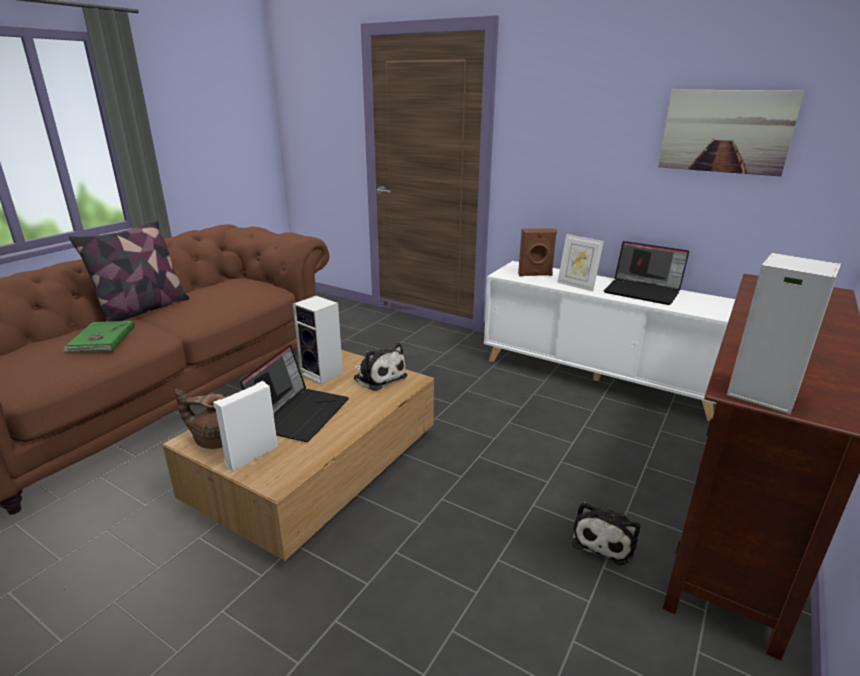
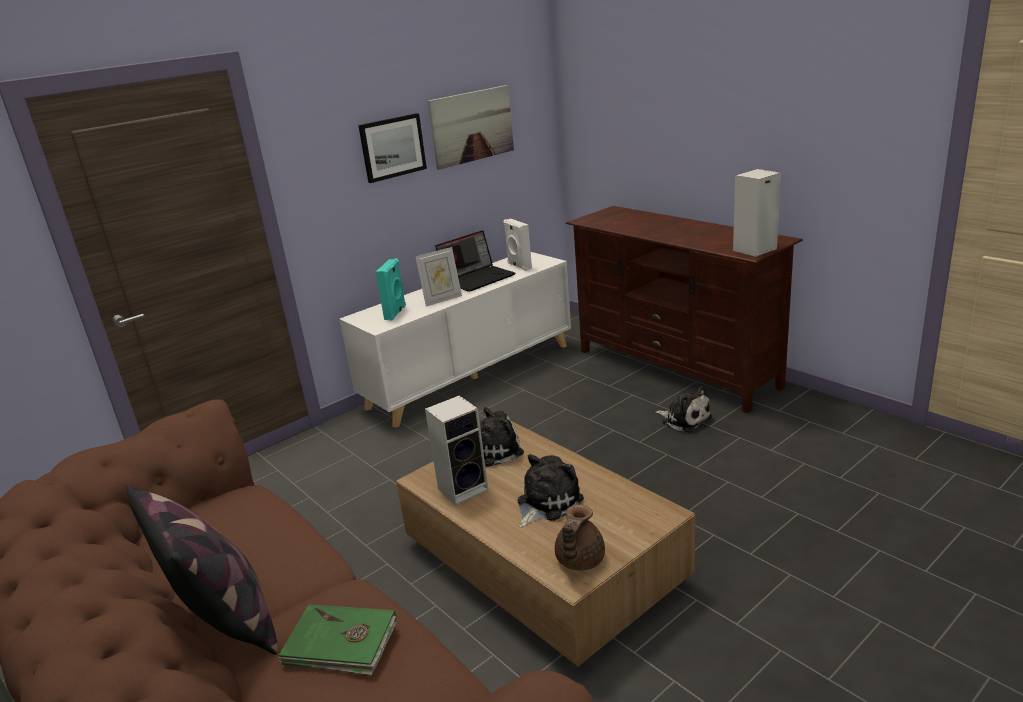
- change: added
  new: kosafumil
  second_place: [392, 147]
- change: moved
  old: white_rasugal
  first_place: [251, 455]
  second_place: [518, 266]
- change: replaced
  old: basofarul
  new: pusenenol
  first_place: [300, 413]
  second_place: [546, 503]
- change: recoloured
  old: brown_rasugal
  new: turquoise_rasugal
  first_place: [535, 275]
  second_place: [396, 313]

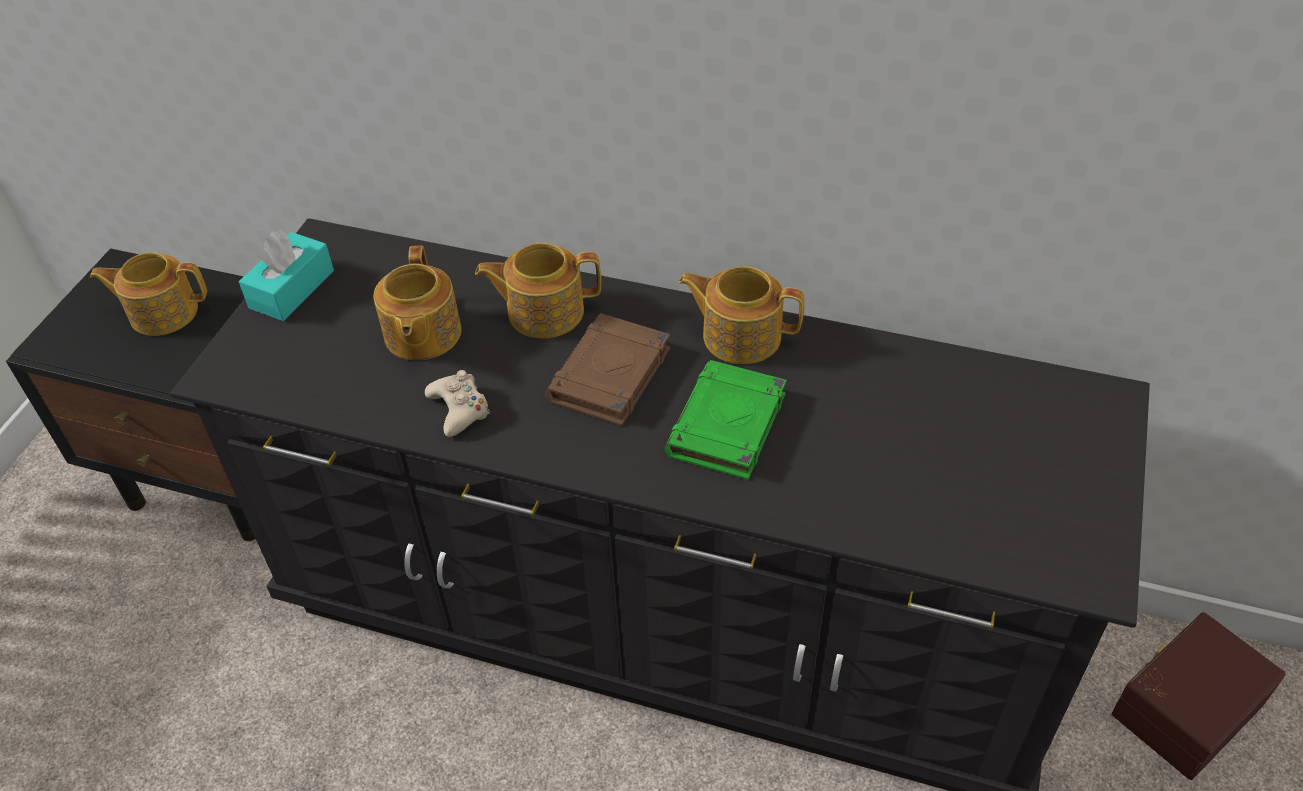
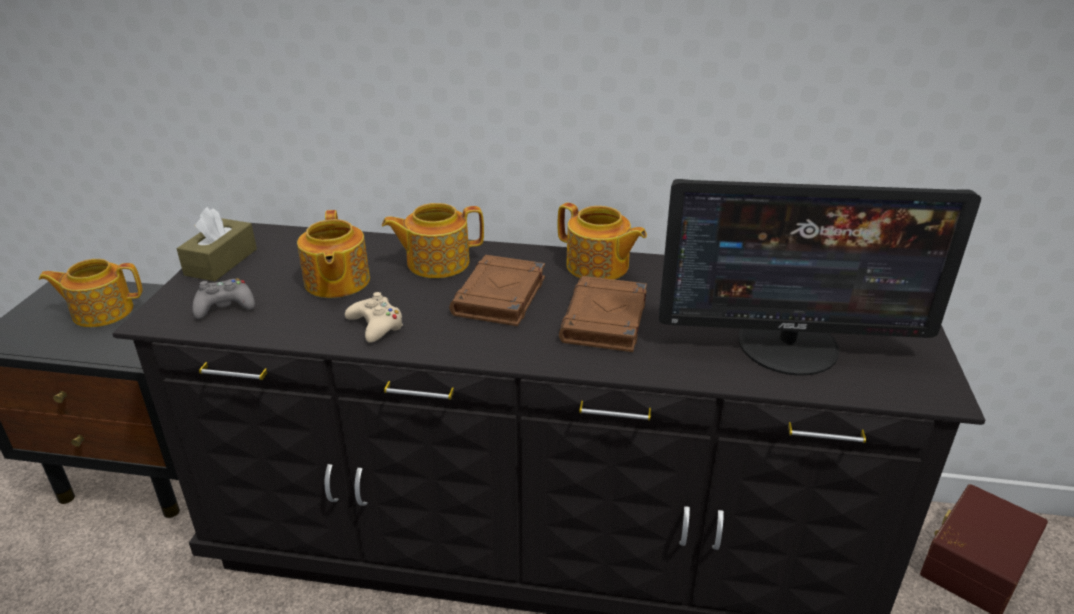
- change: added
  new: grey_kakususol
  second_place: [225, 306]
- change: added
  new: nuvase
  second_place: [789, 345]
- change: recoloured
  old: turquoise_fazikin
  new: brown_fazikin
  first_place: [292, 289]
  second_place: [221, 262]
- change: recoloured
  old: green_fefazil
  new: brown_fefazil
  first_place: [727, 426]
  second_place: [604, 321]
- change: turned
  old: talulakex
  first_place: [740, 335]
  second_place: [598, 267]
  degrees: -150

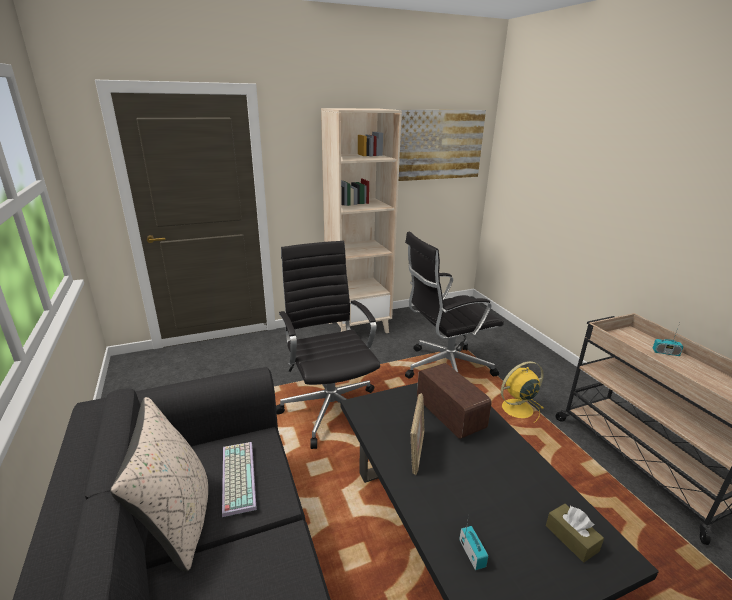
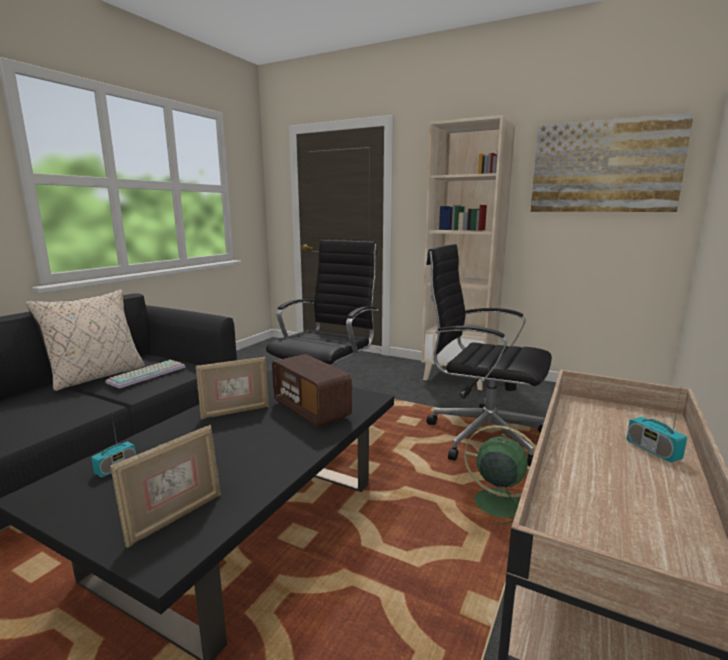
- change: replaced
  old: brown_fazikin
  new: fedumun
  first_place: [571, 538]
  second_place: [175, 517]
- change: recoloured
  old: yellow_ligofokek
  new: green_ligofokek
  first_place: [516, 409]
  second_place: [495, 503]
- change: turned
  old: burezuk
  first_place: [449, 415]
  second_place: [311, 410]
  degrees: 120

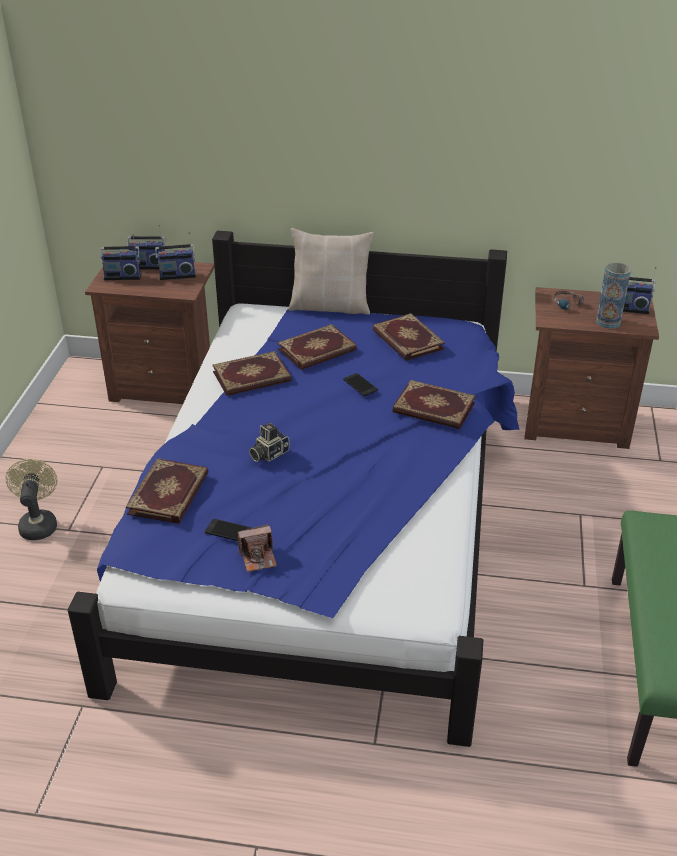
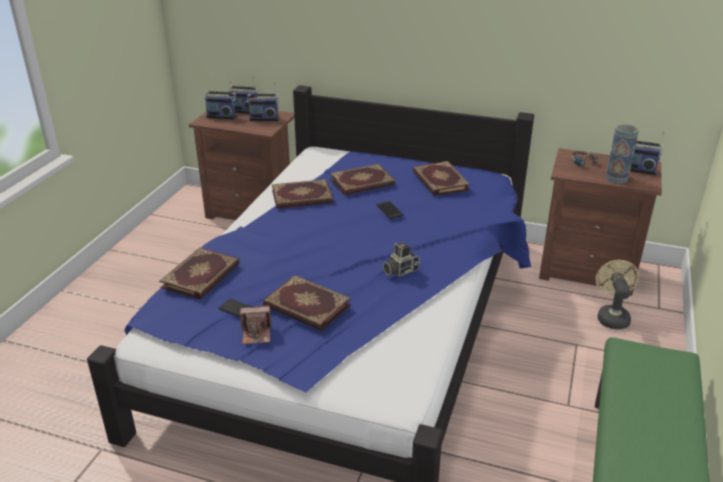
- change: removed
  old: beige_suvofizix
  first_place: [330, 306]
- change: moved
  old: beige_ligofokek
  first_place: [38, 523]
  second_place: [611, 316]
- change: moved
  old: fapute
  first_place: [268, 453]
  second_place: [399, 270]
- change: moved
  old: fefazil
  first_place: [433, 408]
  second_place: [306, 306]

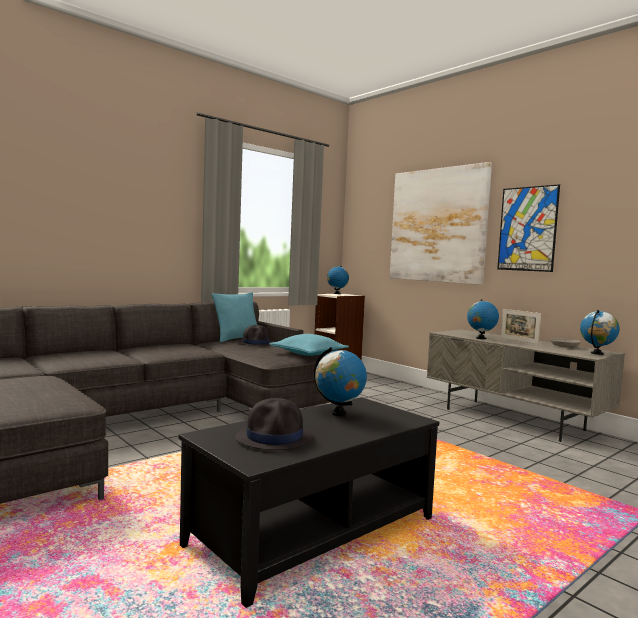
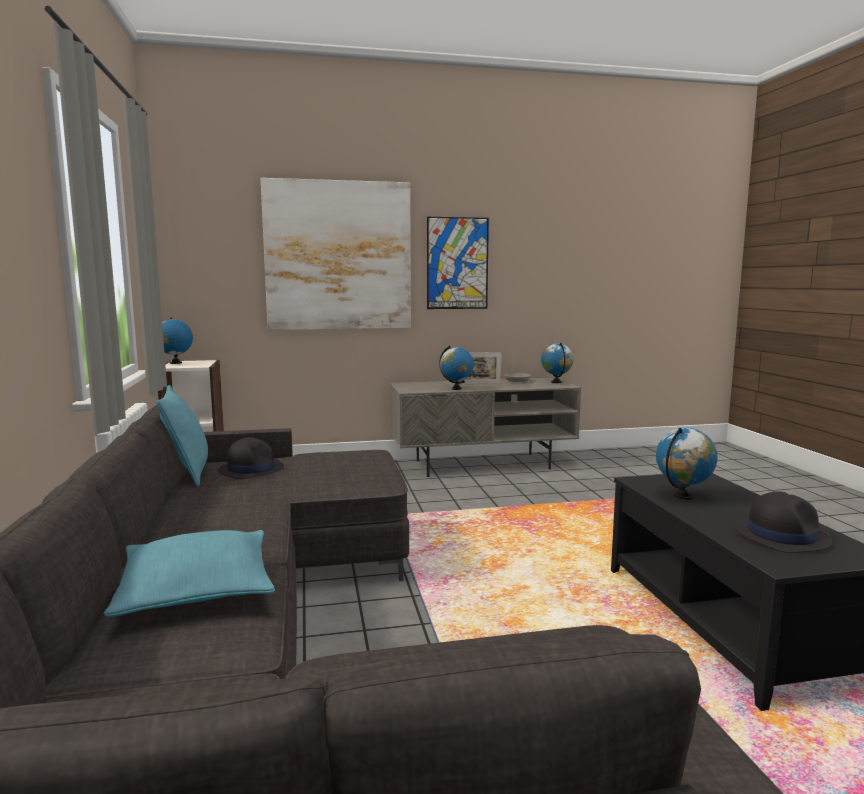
- change: moved
  old: turquoise_suvofizix
  first_place: [308, 354]
  second_place: [196, 589]

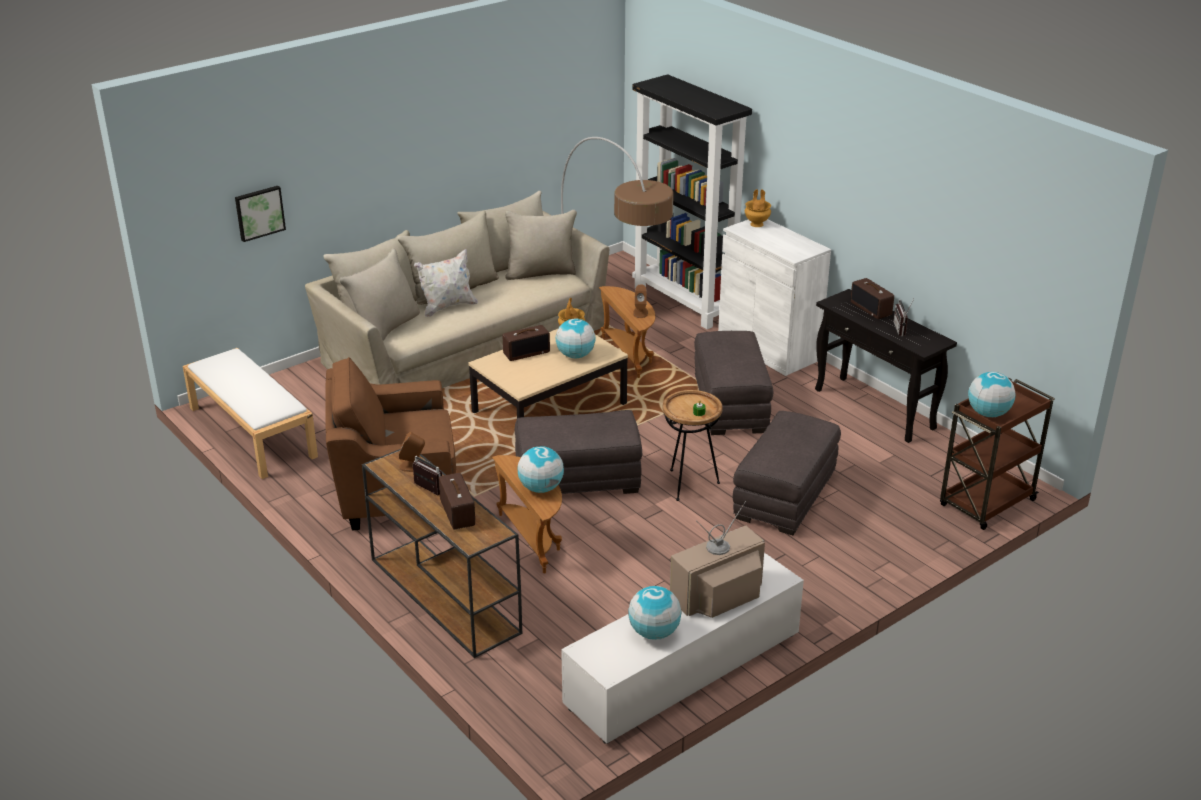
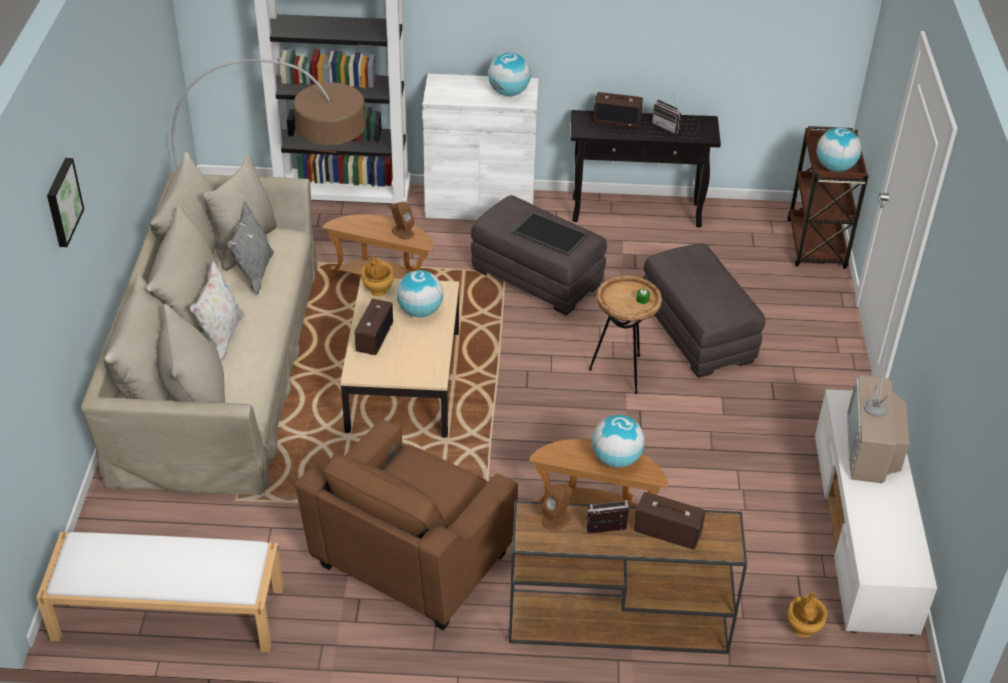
- change: removed
  old: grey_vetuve
  first_place: [577, 480]
- change: added
  new: grey_suvofizix
  second_place: [254, 274]
- change: added
  new: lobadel
  second_place: [548, 234]
- change: moved
  old: kosafumil
  first_place: [259, 212]
  second_place: [62, 202]
- change: moved
  old: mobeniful
  first_place: [654, 632]
  second_place: [509, 92]
- change: moved
  old: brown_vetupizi
  first_place: [757, 224]
  second_place: [803, 629]

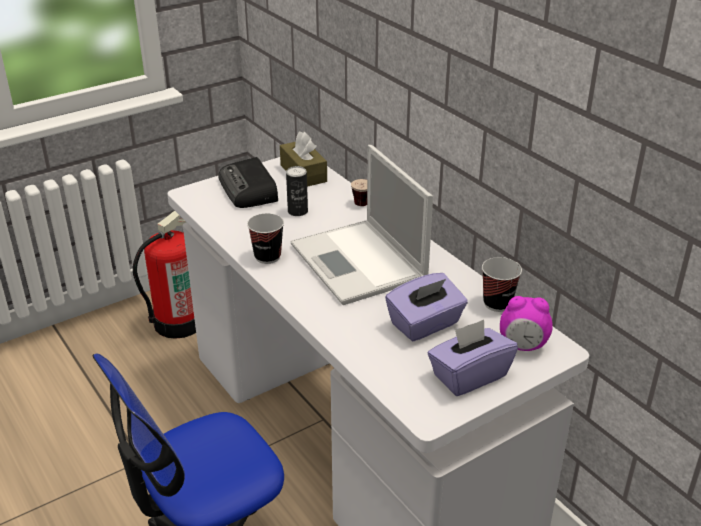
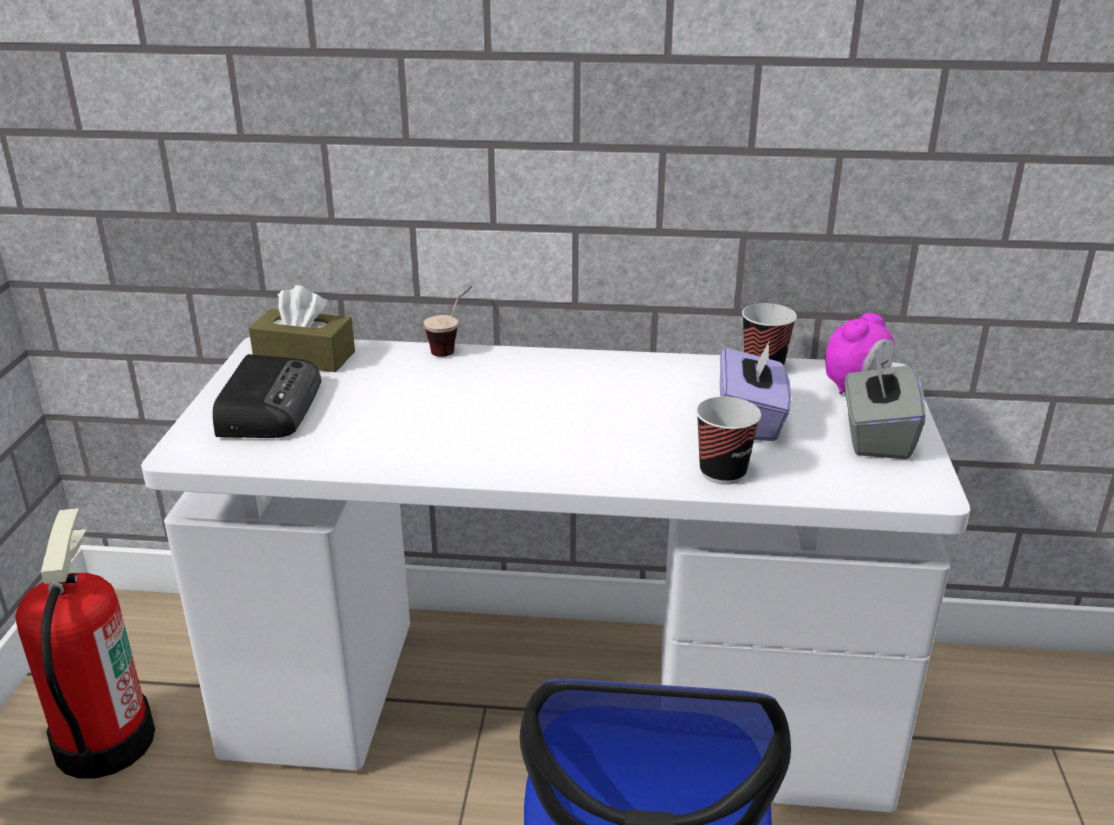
- change: removed
  old: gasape
  first_place: [297, 211]
- change: removed
  old: basofarul
  first_place: [359, 263]
- change: moved
  old: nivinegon
  first_place: [267, 257]
  second_place: [722, 473]
- change: recoloured
  old: purple_fazikin
  new: grey_fazikin
  first_place: [469, 376]
  second_place: [876, 437]
- change: turned
  old: burezuk
  first_place: [249, 190]
  second_place: [269, 406]
  degrees: -105

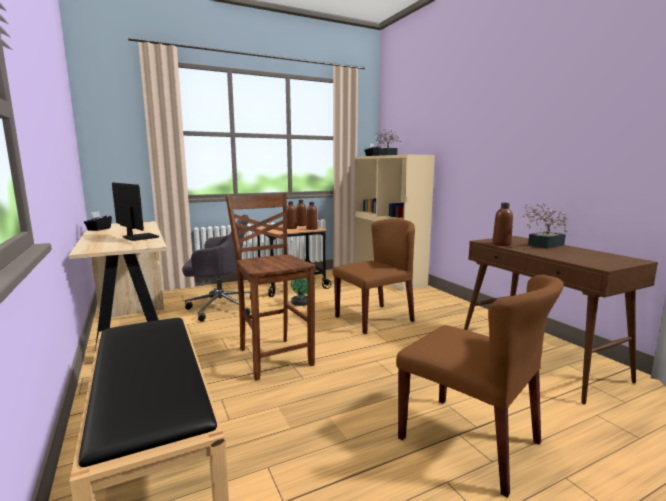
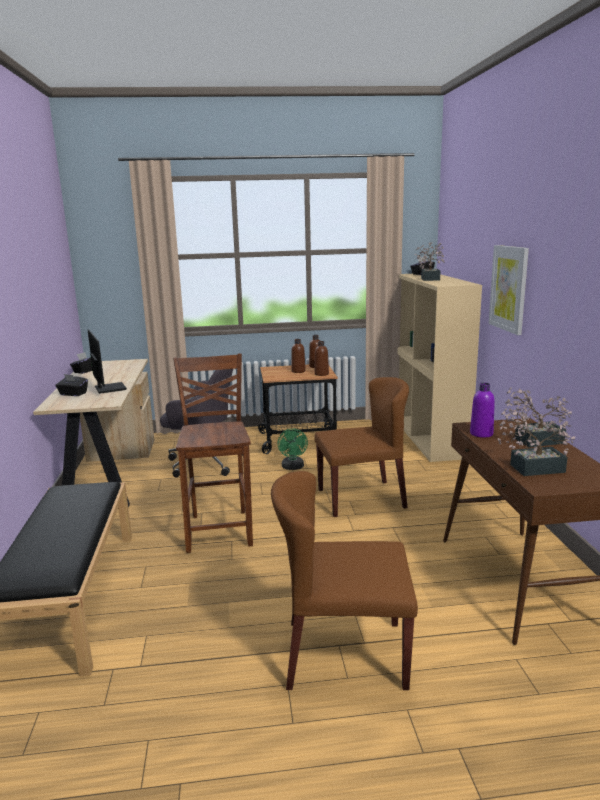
- change: added
  new: black_fazikin
  second_place: [73, 394]
- change: added
  new: kosafumil
  second_place: [509, 288]
- change: added
  new: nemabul
  second_place: [531, 468]
- change: recoloured
  old: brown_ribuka
  new: purple_ribuka
  first_place: [501, 244]
  second_place: [481, 434]
- change: turned
  old: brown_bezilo
  first_place: [470, 440]
  second_place: [344, 654]
  degrees: 120

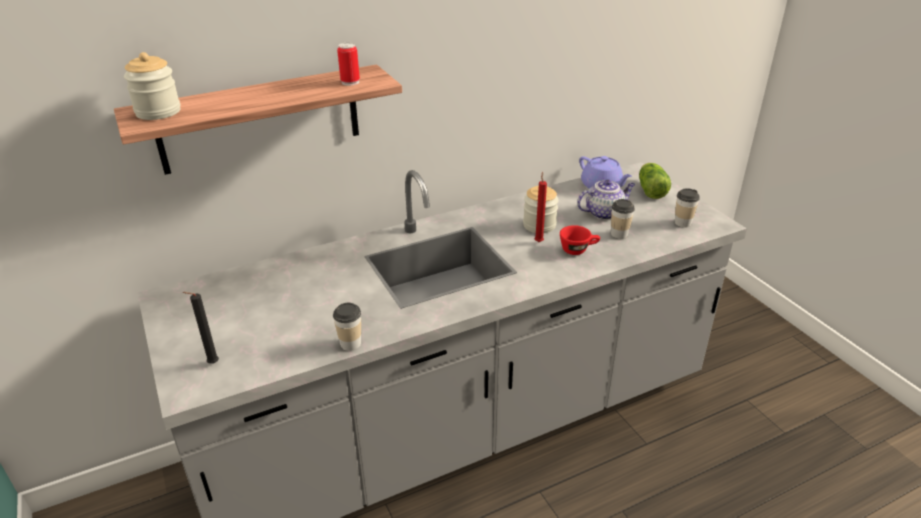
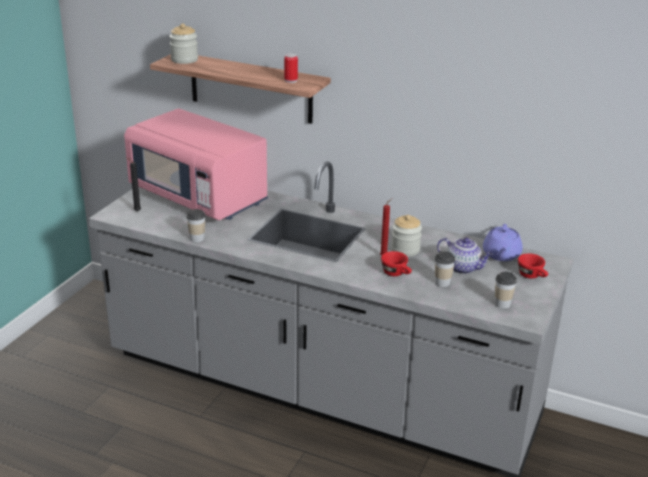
- change: added
  new: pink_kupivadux
  second_place: [199, 197]
- change: replaced
  old: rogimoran
  new: red_nivinegon
  first_place: [651, 190]
  second_place: [532, 276]

